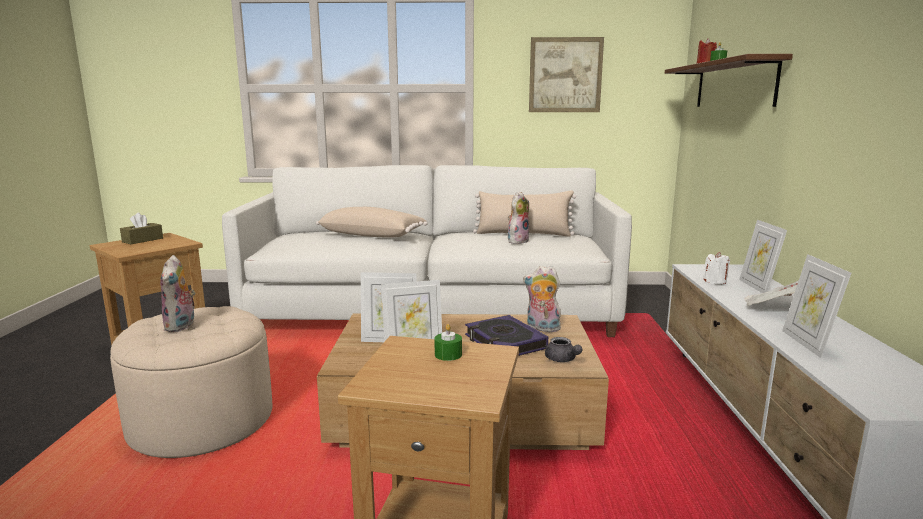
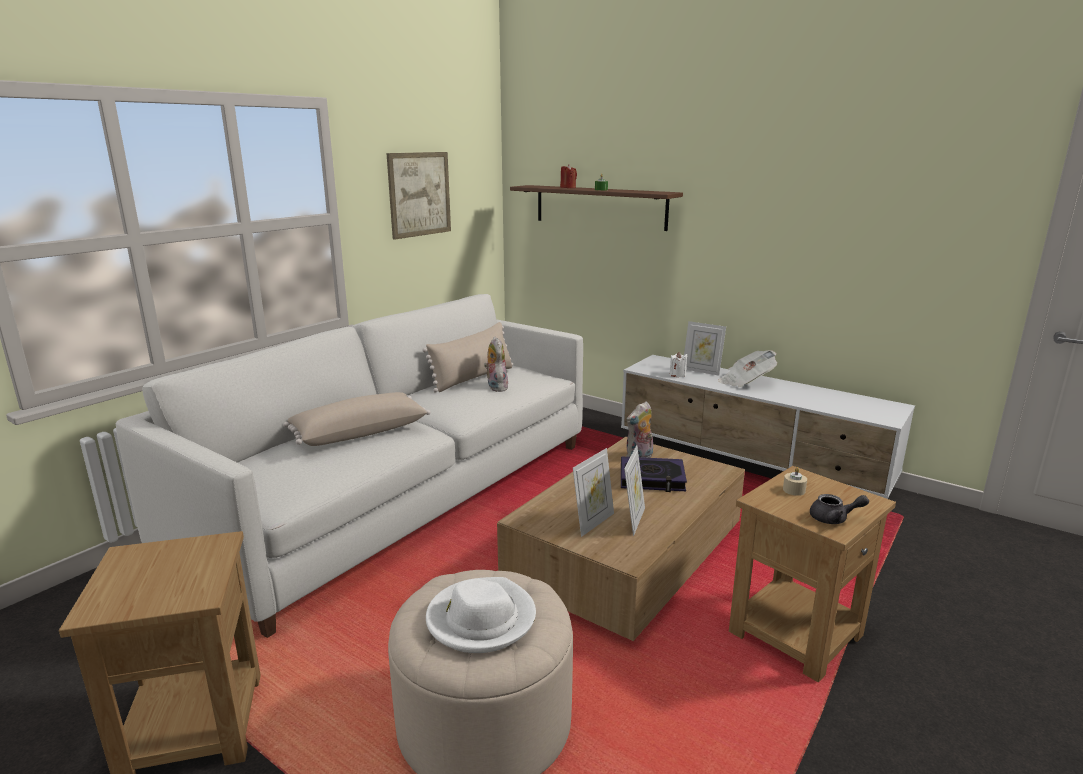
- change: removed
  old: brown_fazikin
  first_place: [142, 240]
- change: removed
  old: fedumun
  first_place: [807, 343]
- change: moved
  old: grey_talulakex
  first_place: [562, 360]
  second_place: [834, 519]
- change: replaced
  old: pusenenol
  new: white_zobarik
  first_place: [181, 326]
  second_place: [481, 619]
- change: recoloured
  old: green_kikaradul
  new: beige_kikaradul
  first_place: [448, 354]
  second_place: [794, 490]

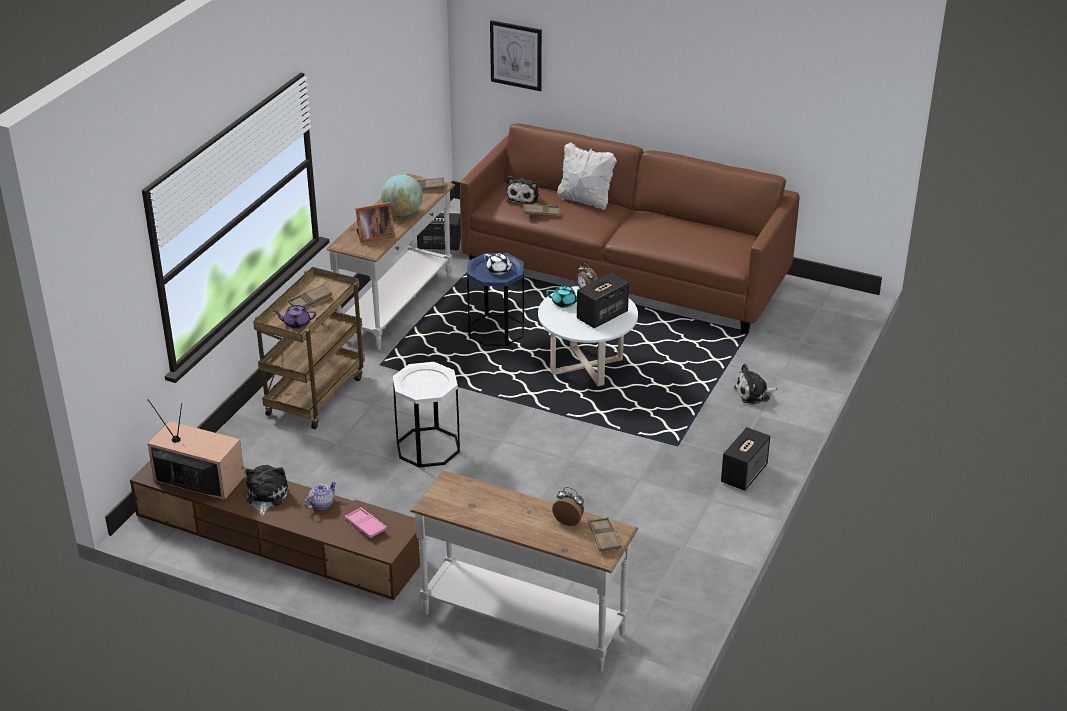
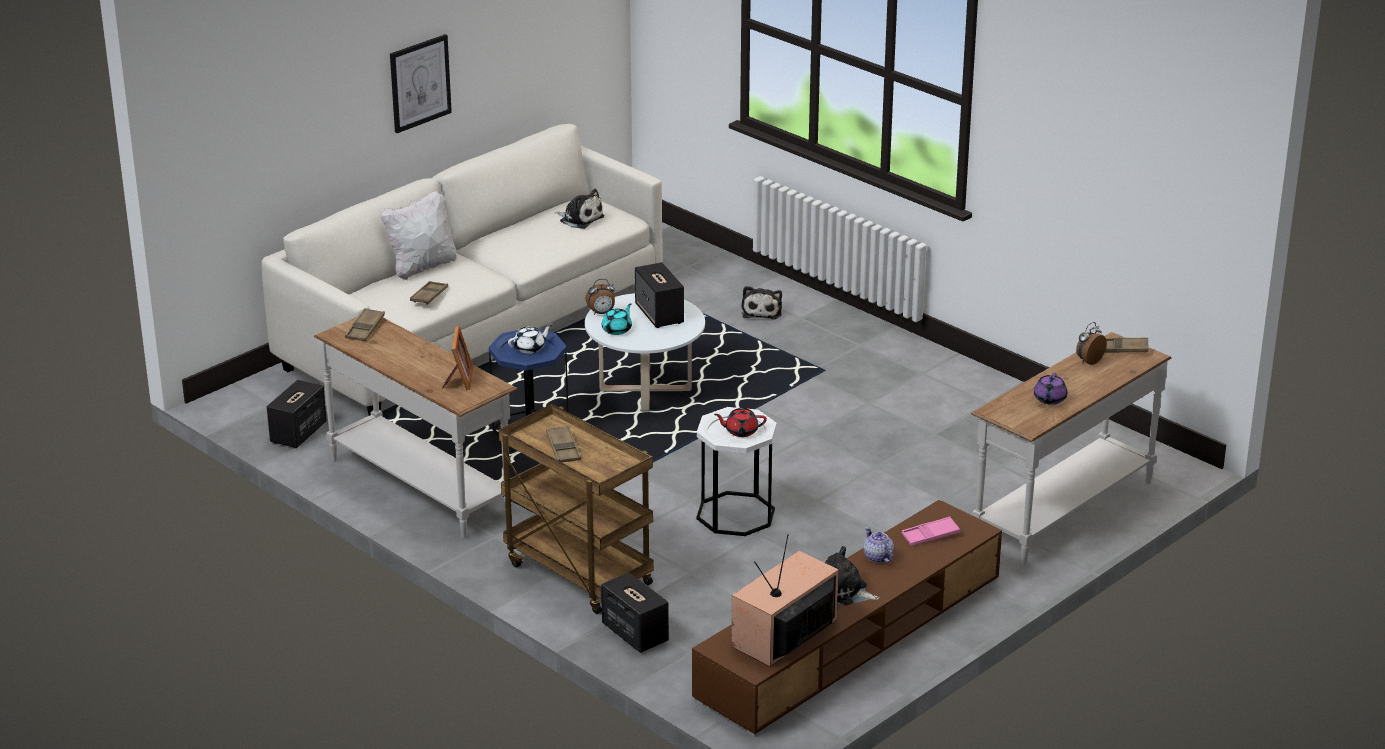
- change: removed
  old: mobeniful
  first_place: [403, 213]
- change: added
  new: red_talulakex
  second_place: [740, 431]
- change: moved
  old: purple_talulakex
  first_place: [296, 323]
  second_place: [1049, 399]
- change: moved
  old: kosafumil
  first_place: [516, 55]
  second_place: [420, 83]
- change: moved
  old: pusenenol
  first_place: [524, 197]
  second_place: [580, 219]
- change: moved
  old: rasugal
  first_place: [744, 473]
  second_place: [634, 633]
- change: recoloured
  old: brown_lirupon
  new: white_lirupon
  first_place: [625, 273]
  second_place: [473, 329]

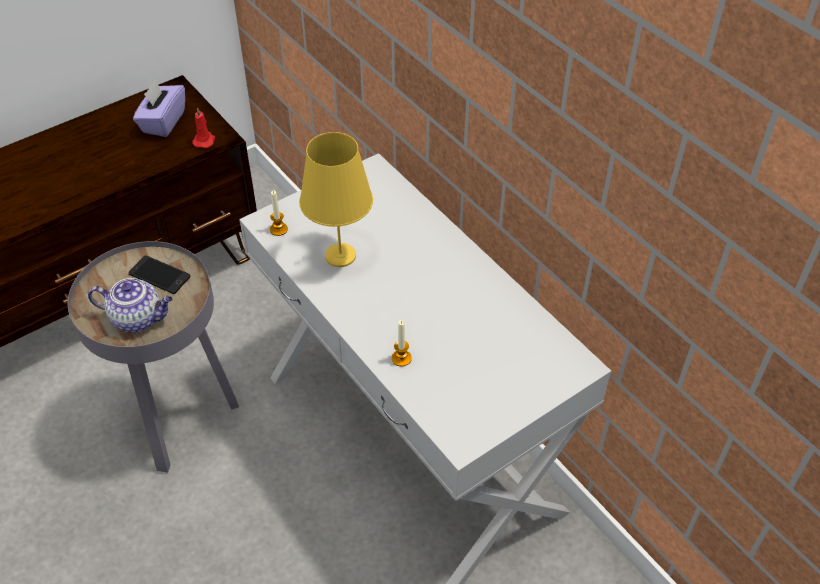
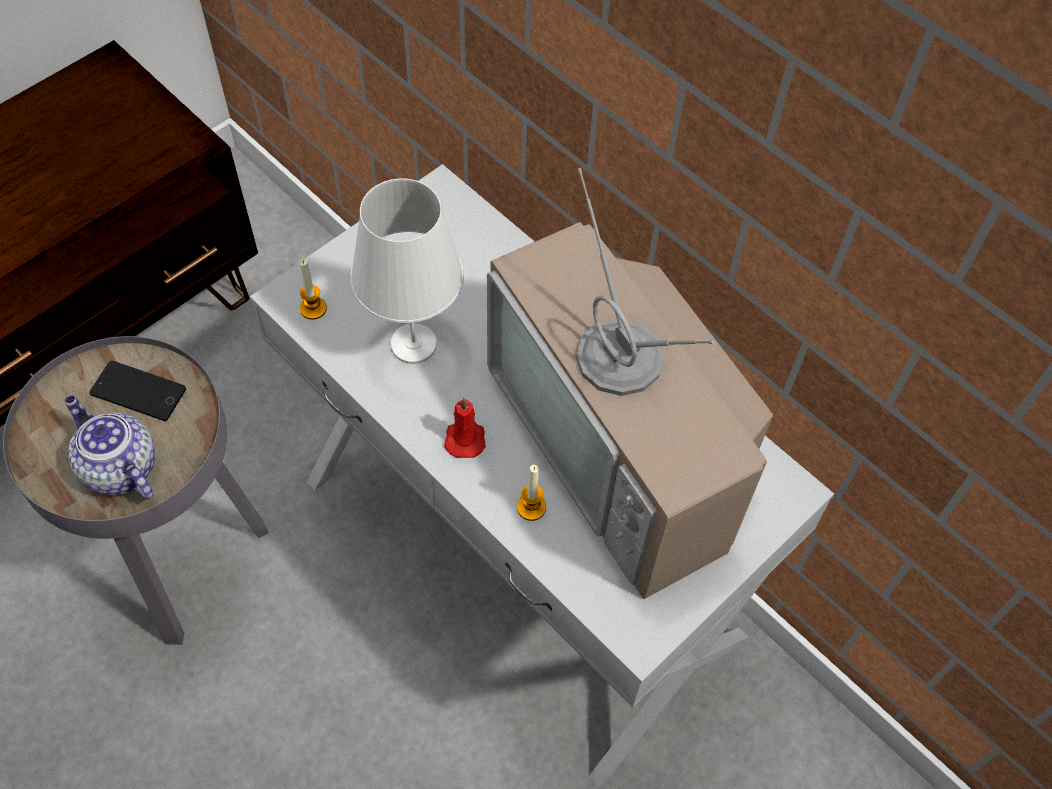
- change: removed
  old: purple_fazikin
  first_place: [163, 122]
- change: added
  new: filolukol
  second_place: [624, 448]
- change: moved
  old: red_kikaradul
  first_place: [204, 140]
  second_place: [465, 437]
- change: recoloured
  old: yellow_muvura
  new: white_muvura
  first_place: [341, 255]
  second_place: [414, 343]
- change: turned
  old: talulakex
  first_place: [138, 318]
  second_place: [118, 467]
  degrees: -135

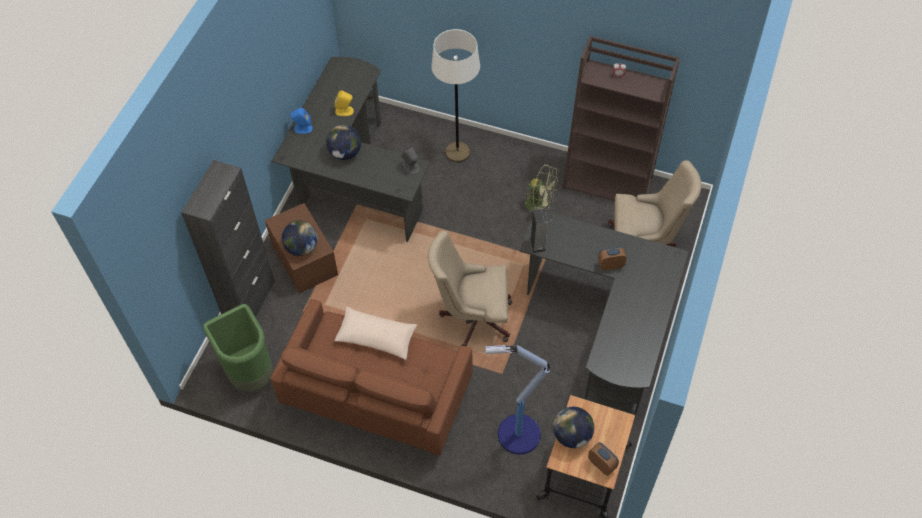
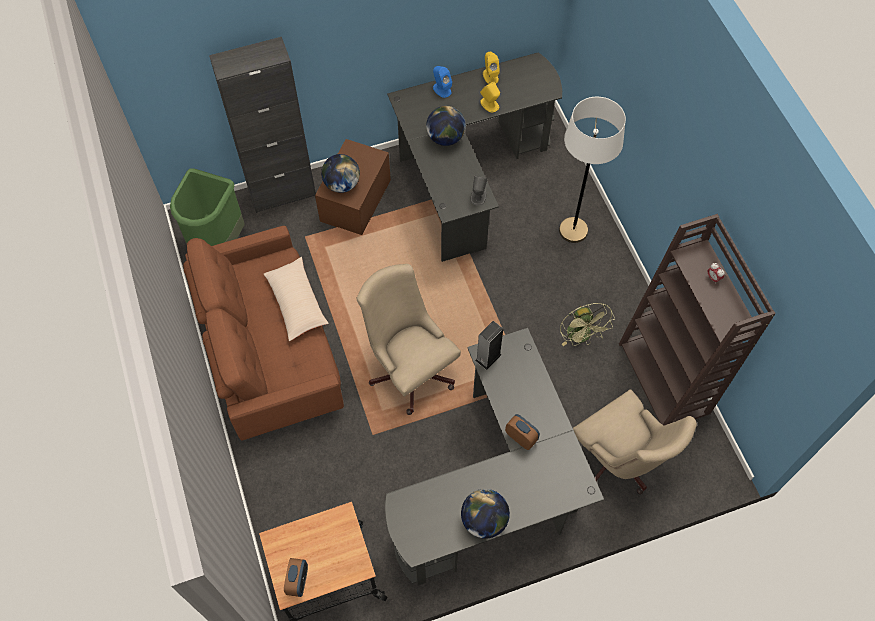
- change: removed
  old: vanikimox
  first_place: [517, 434]
- change: added
  new: yellow_rasugal
  second_place: [490, 76]
- change: moved
  old: mobeniful
  first_place: [572, 435]
  second_place: [484, 520]

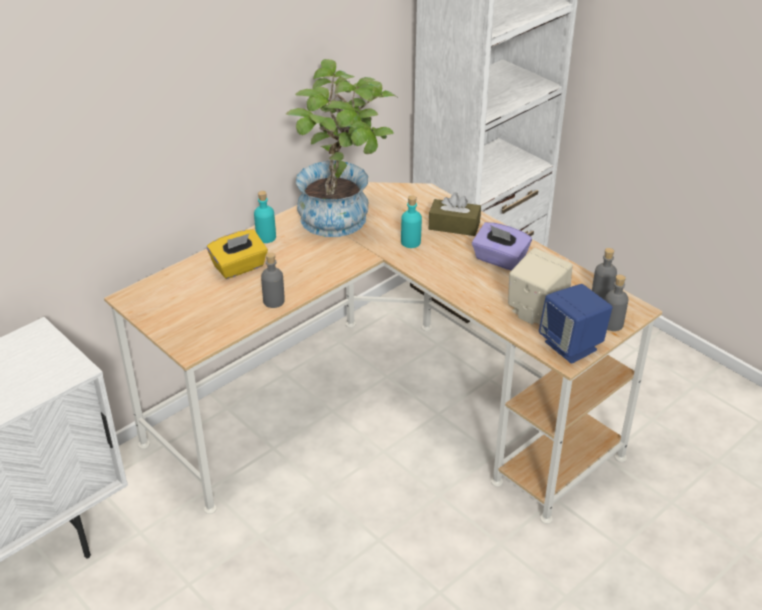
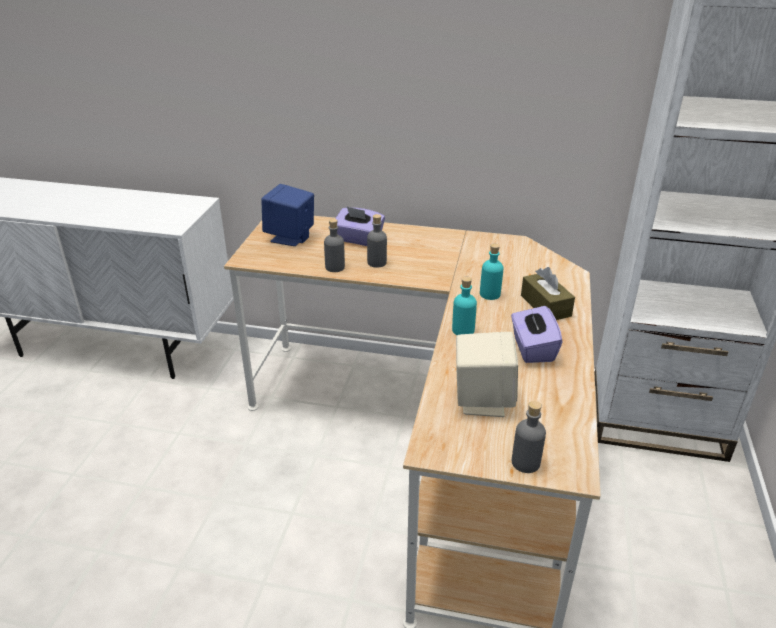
- change: removed
  old: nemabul
  first_place: [343, 220]
- change: moved
  old: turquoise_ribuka
  first_place: [266, 237]
  second_place: [463, 330]
- change: moved
  old: blue_rasugal
  first_place: [571, 346]
  second_place: [290, 237]
- change: moved
  old: grey_ribuka
  first_place: [601, 296]
  second_place: [377, 262]
- change: recoloured
  old: yellow_fazikin
  new: purple_fazikin
  first_place: [239, 267]
  second_place: [358, 239]

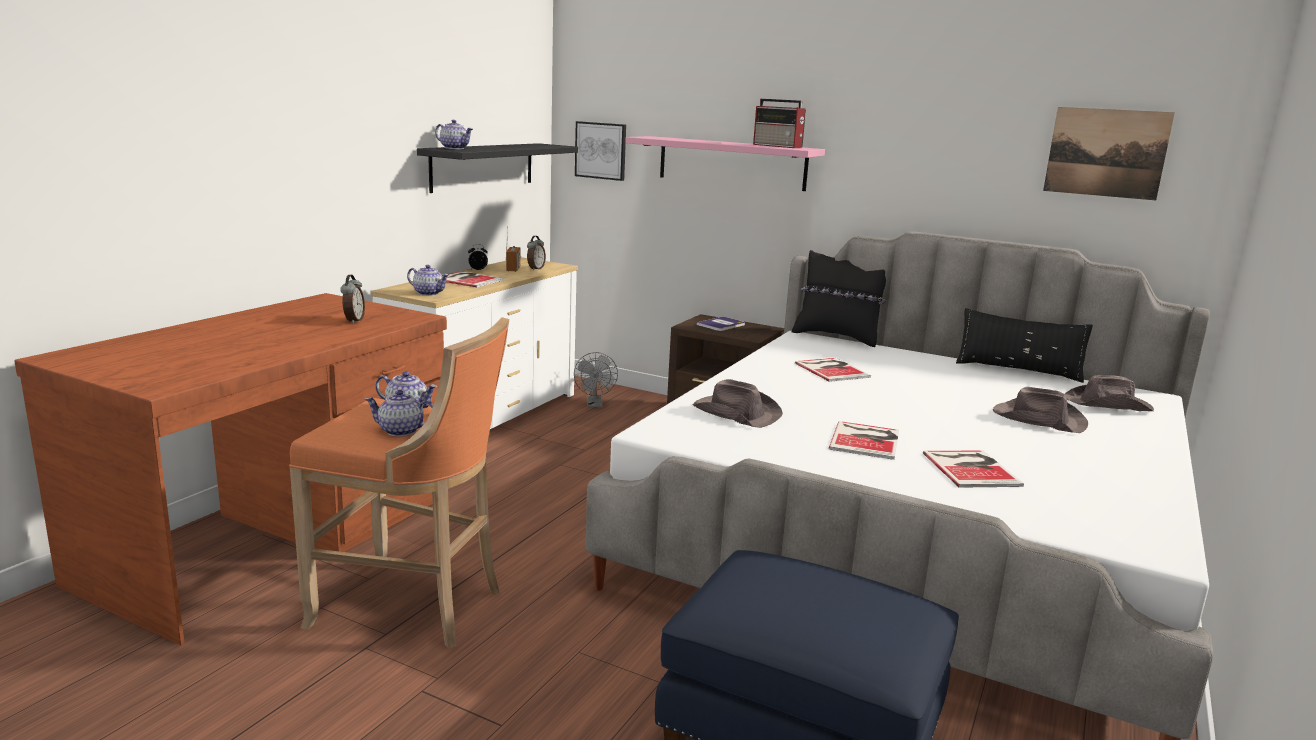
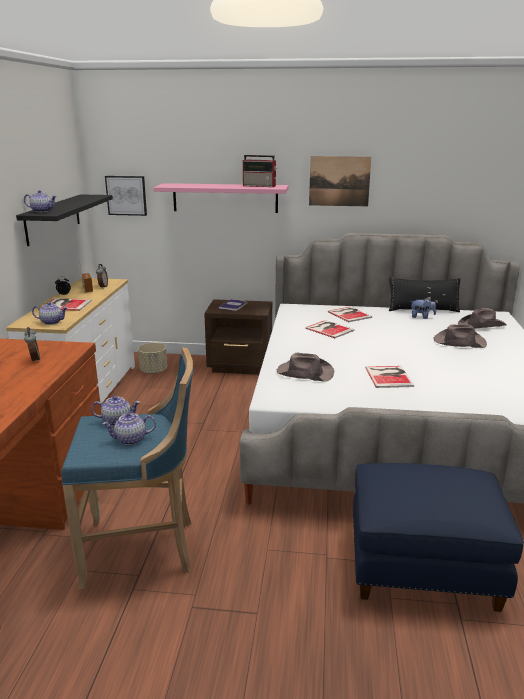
- change: removed
  old: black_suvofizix
  first_place: [837, 337]
- change: added
  new: pusenenol
  second_place: [421, 317]
- change: moved
  old: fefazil
  first_place: [971, 468]
  second_place: [349, 314]
- change: moved
  old: kosafumil
  first_place: [1106, 153]
  second_place: [339, 181]
- change: replaced
  old: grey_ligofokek
  new: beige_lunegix
  first_place: [595, 405]
  second_place: [153, 371]
- change: recoloured
  old: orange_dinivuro
  new: blue_dinivuro
  first_place: [414, 606]
  second_place: [143, 549]

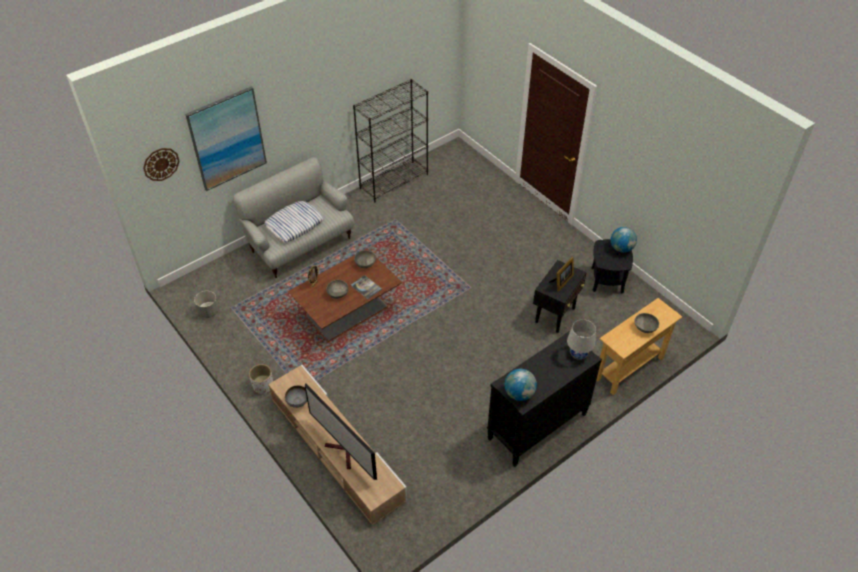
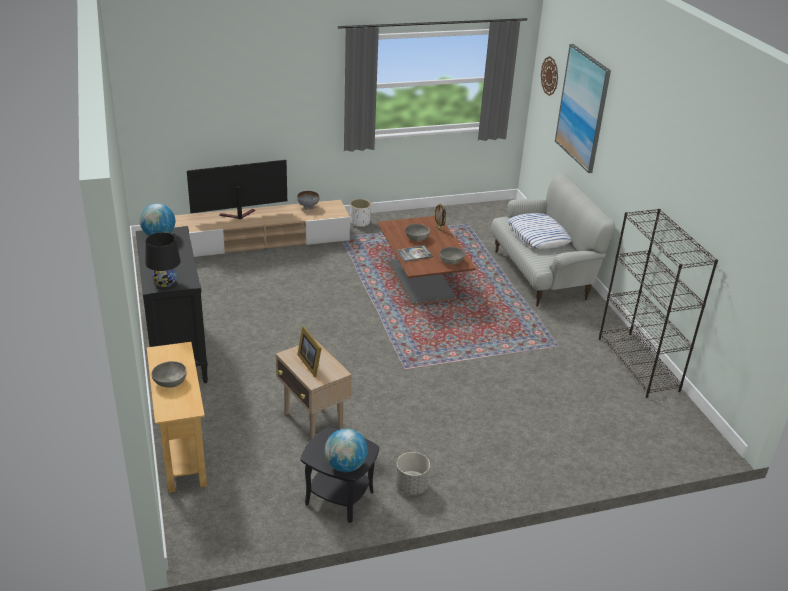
- change: moved
  old: grey_lunegix
  first_place: [208, 312]
  second_place: [411, 486]
- change: recoloured
  old: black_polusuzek
  new: beige_polusuzek
  first_place: [555, 315]
  second_place: [313, 422]
- change: recoloured
  old: white_muvura
  new: black_muvura
  first_place: [578, 354]
  second_place: [165, 282]

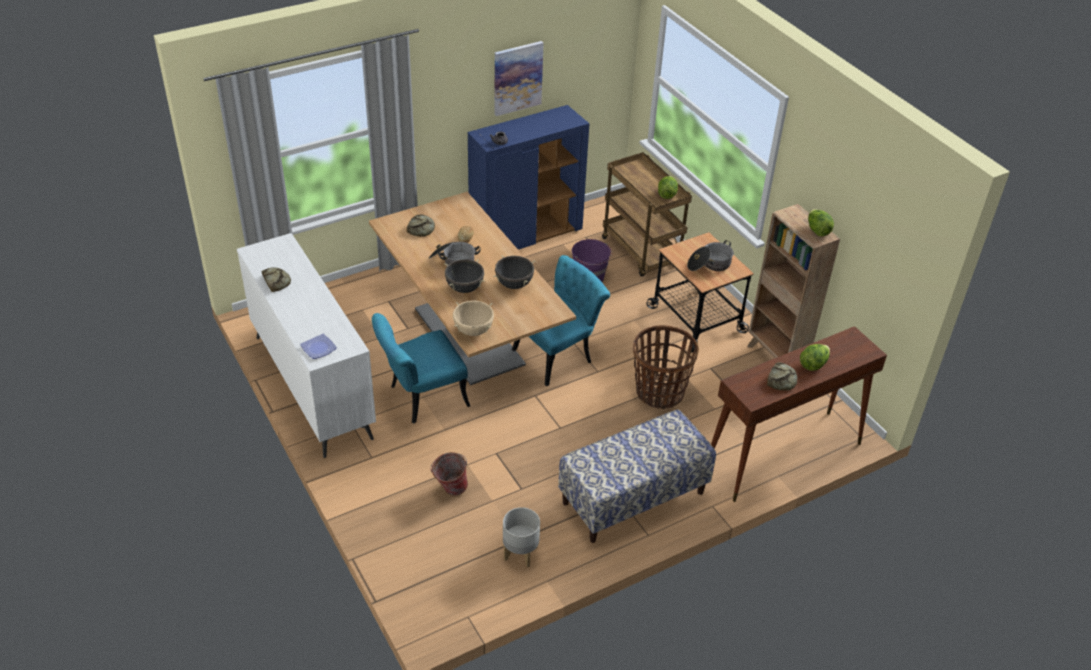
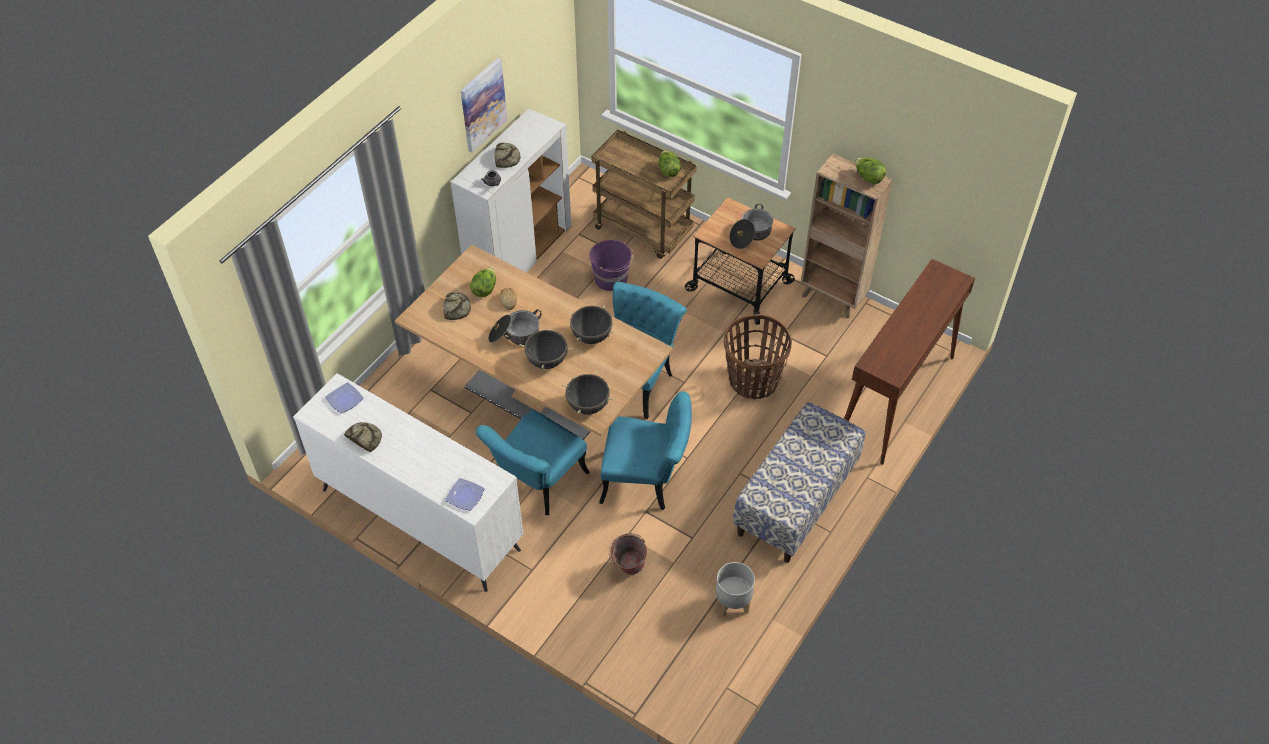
- change: added
  new: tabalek
  second_place: [345, 399]
- change: added
  new: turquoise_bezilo
  second_place: [646, 481]
- change: moved
  old: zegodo
  first_place: [781, 379]
  second_place: [506, 157]
- change: moved
  old: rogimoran
  first_place: [813, 364]
  second_place: [484, 289]
- change: recoloured
  old: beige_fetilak
  new: black_fetilak
  first_place: [473, 331]
  second_place: [588, 405]
- change: recoloured
  old: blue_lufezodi
  new: white_lufezodi
  first_place: [526, 235]
  second_place: [519, 255]

